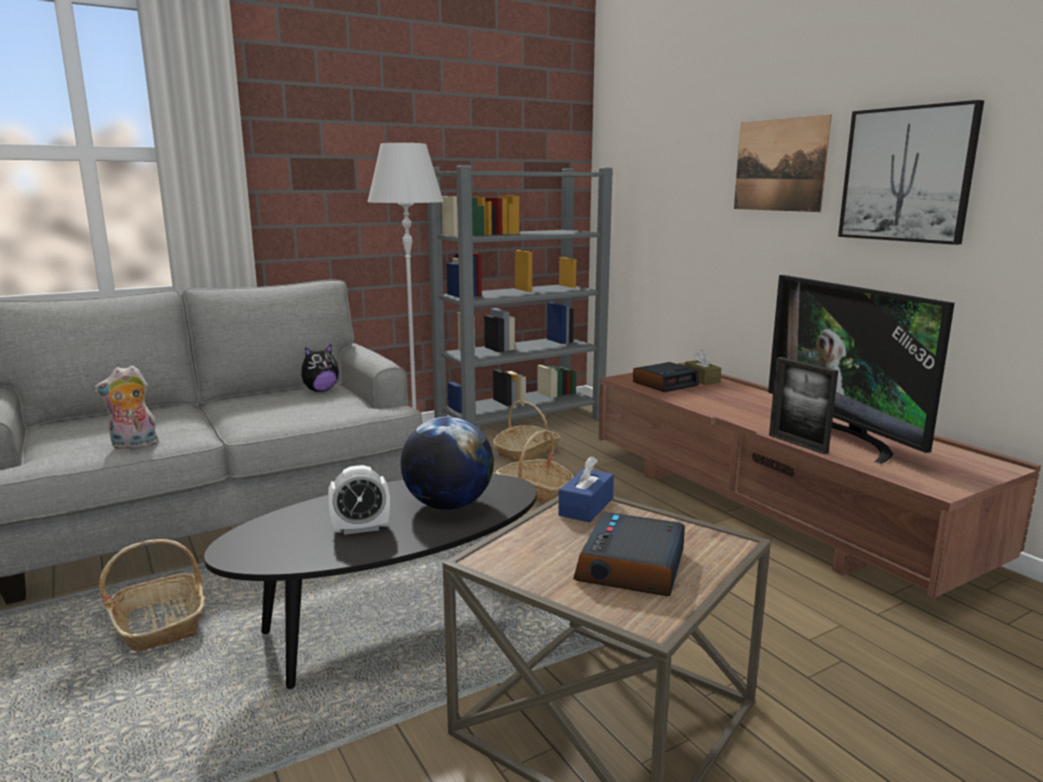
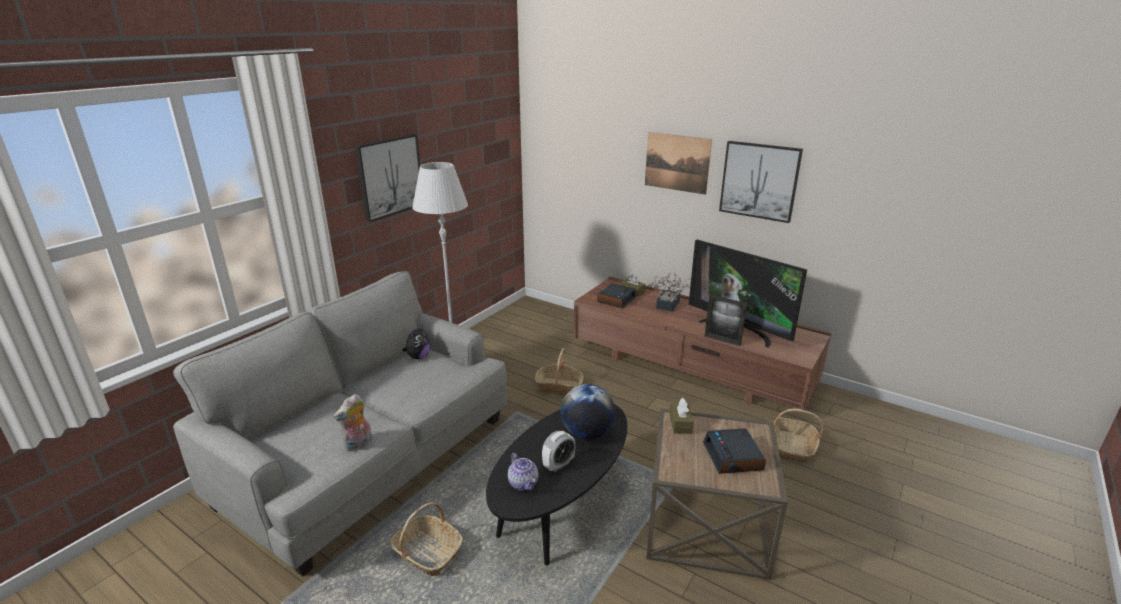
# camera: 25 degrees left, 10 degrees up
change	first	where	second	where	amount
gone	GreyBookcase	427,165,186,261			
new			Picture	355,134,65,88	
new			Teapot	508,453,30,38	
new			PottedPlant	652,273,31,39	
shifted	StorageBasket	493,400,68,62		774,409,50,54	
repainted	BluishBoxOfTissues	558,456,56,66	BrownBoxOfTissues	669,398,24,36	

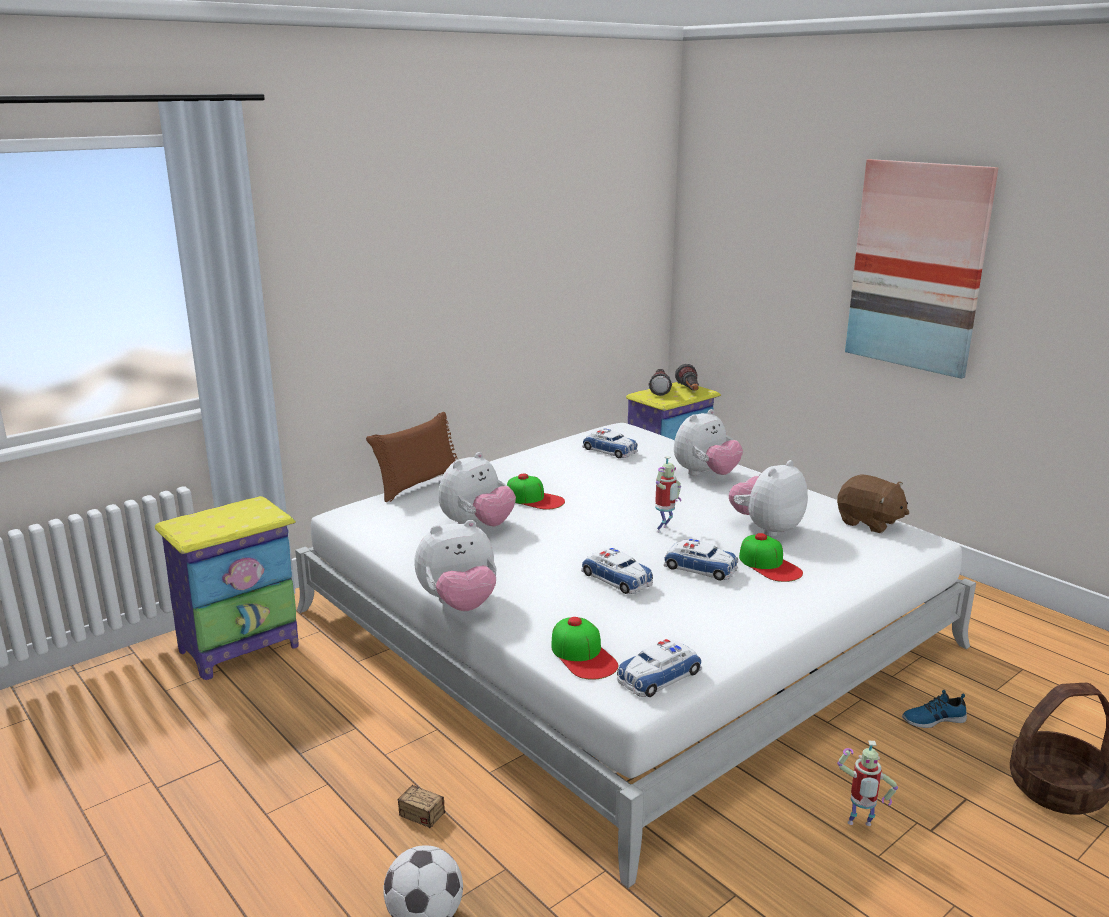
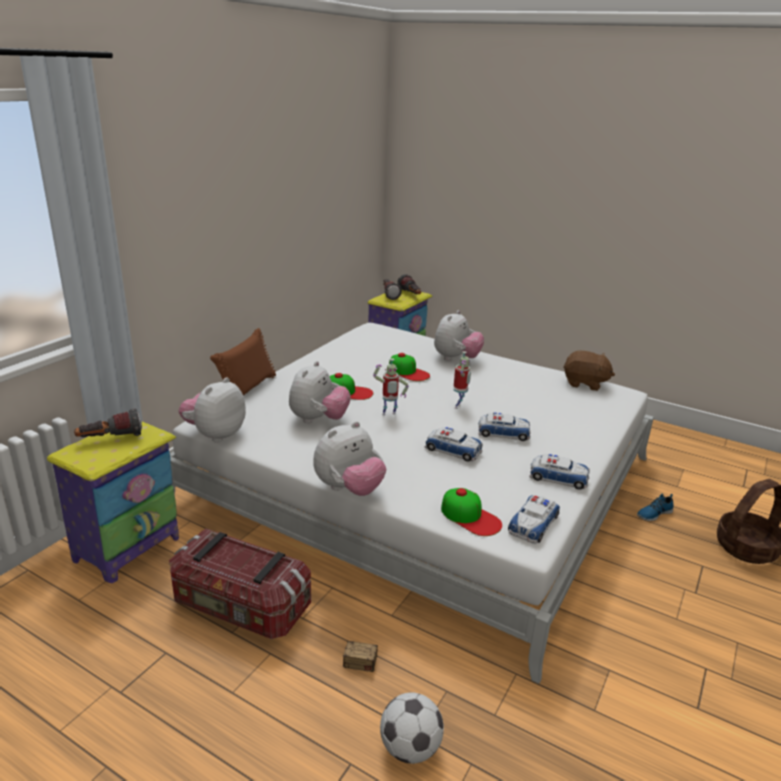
# camera: 20 degrees left, 5 degrees up
change	first	where	second	where	amount
gone	Picture	845,159,154,220			
new			HandTorch	74,409,68,28	
new			StorageBin	169,529,142,110	
shifted	ToyCar	582,428,56,30		530,454,60,36	
shifted	PlushToy	729,460,79,77		178,377,68,66	
shifted	BaseballCap	739,533,64,49		389,353,41,28	
shifted	ModelRobot	837,741,61,85		373,358,36,57	

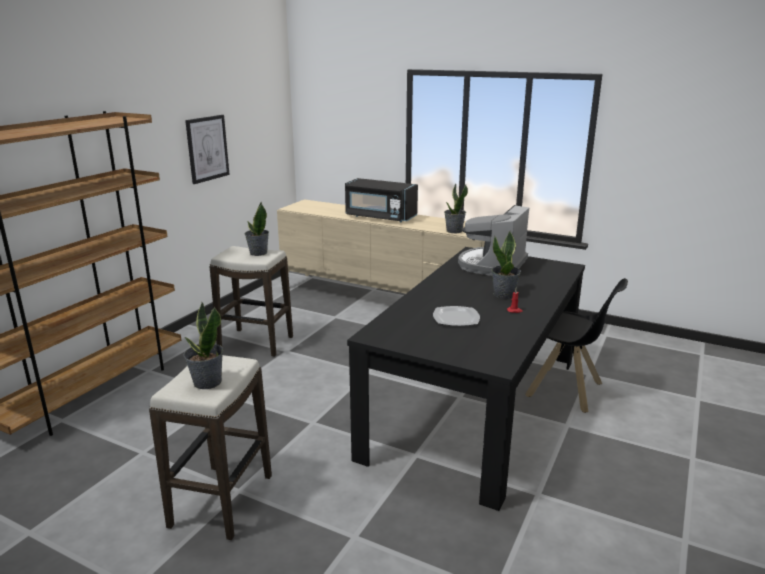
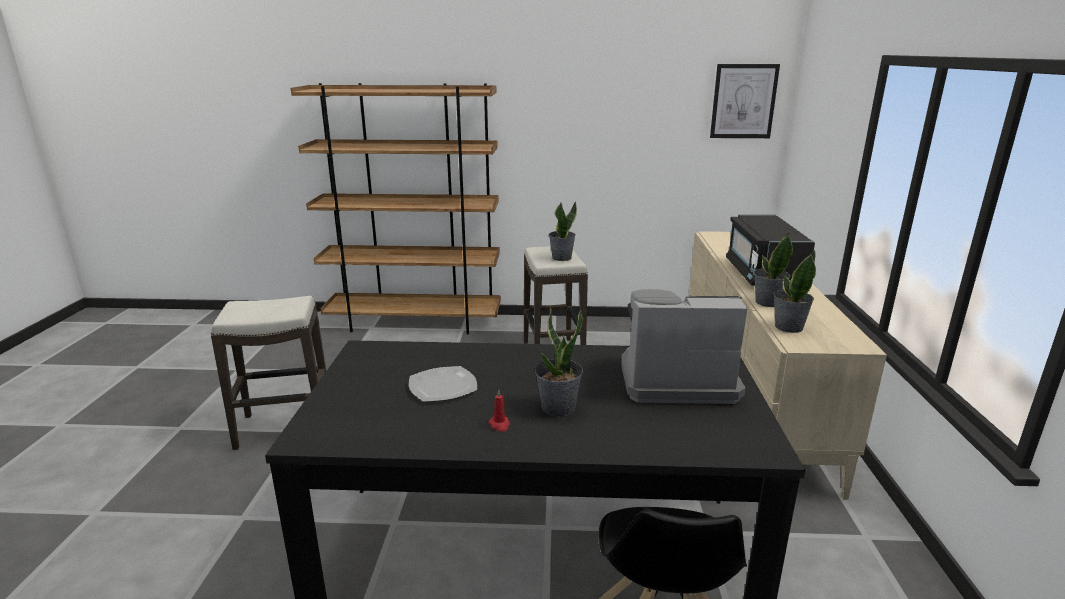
# camera: 65 degrees right, 0 degrees up
change	first	where	second	where	amount
shifted	PottedPlant	184,302,39,87		754,230,39,77	
shifted	Picture	185,115,45,69		710,64,70,74	

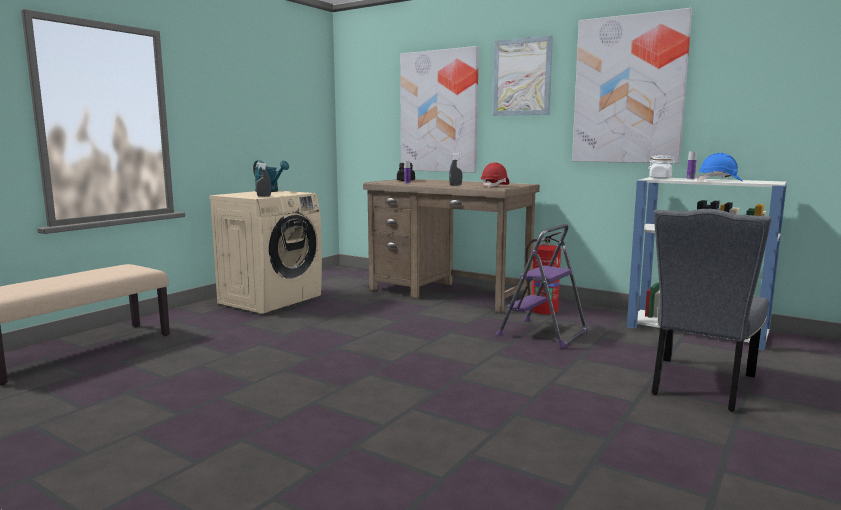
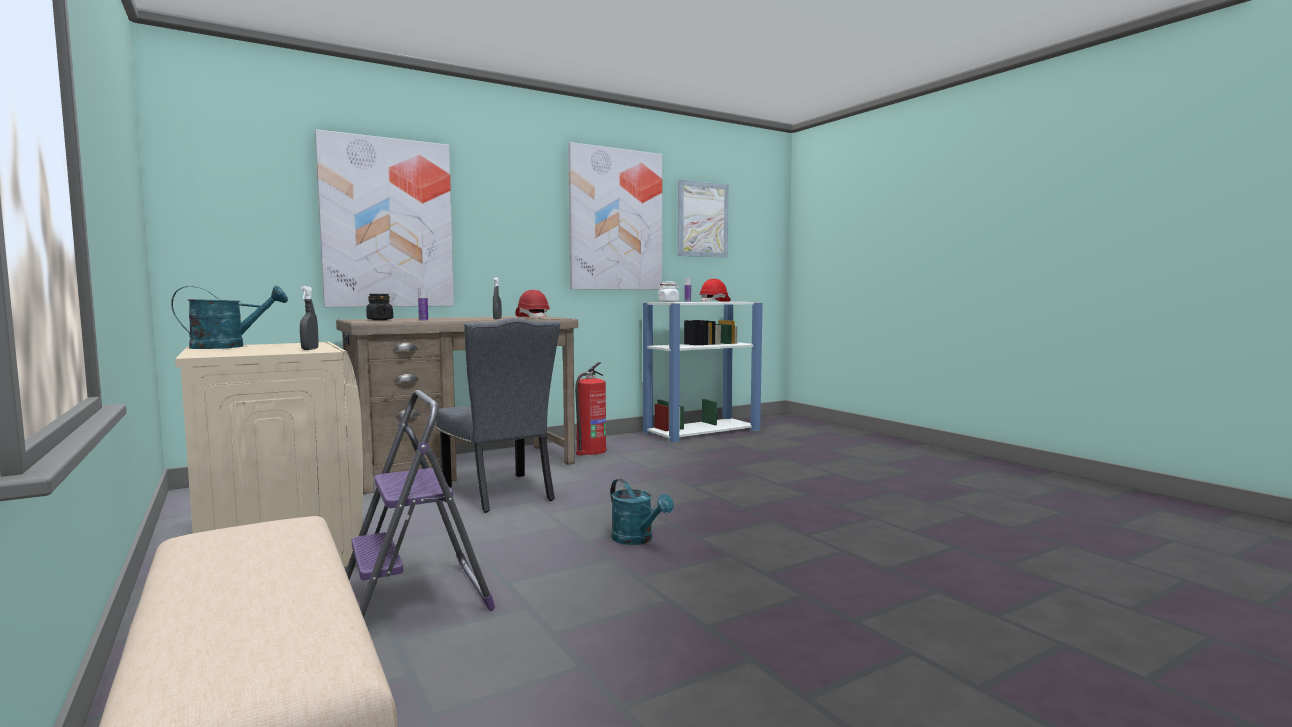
# camera: 65 degrees left, 5 degrees down
change	first	where	second	where	amount
new			BlueGreenSprinklingCan	611,479,63,66	
shifted	Picture	493,35,60,81		678,179,51,79	
shifted	PurpleStepLadder	495,224,93,125		346,390,149,228	
shifted	GreyPlainChair	651,209,120,203		436,318,125,195	
repainted	BluishWorkHelmet	698,153,44,28	RedColouredWorkHelmet	699,279,32,23	

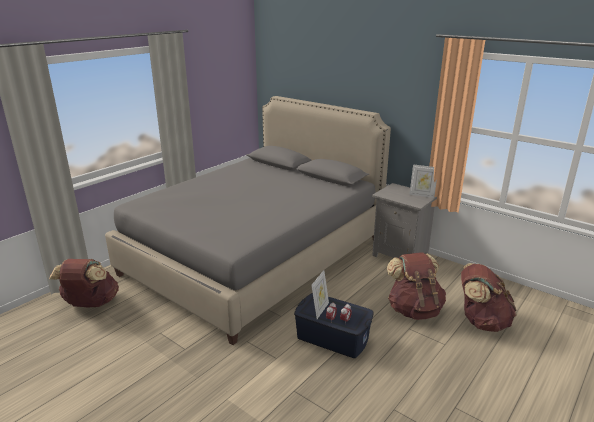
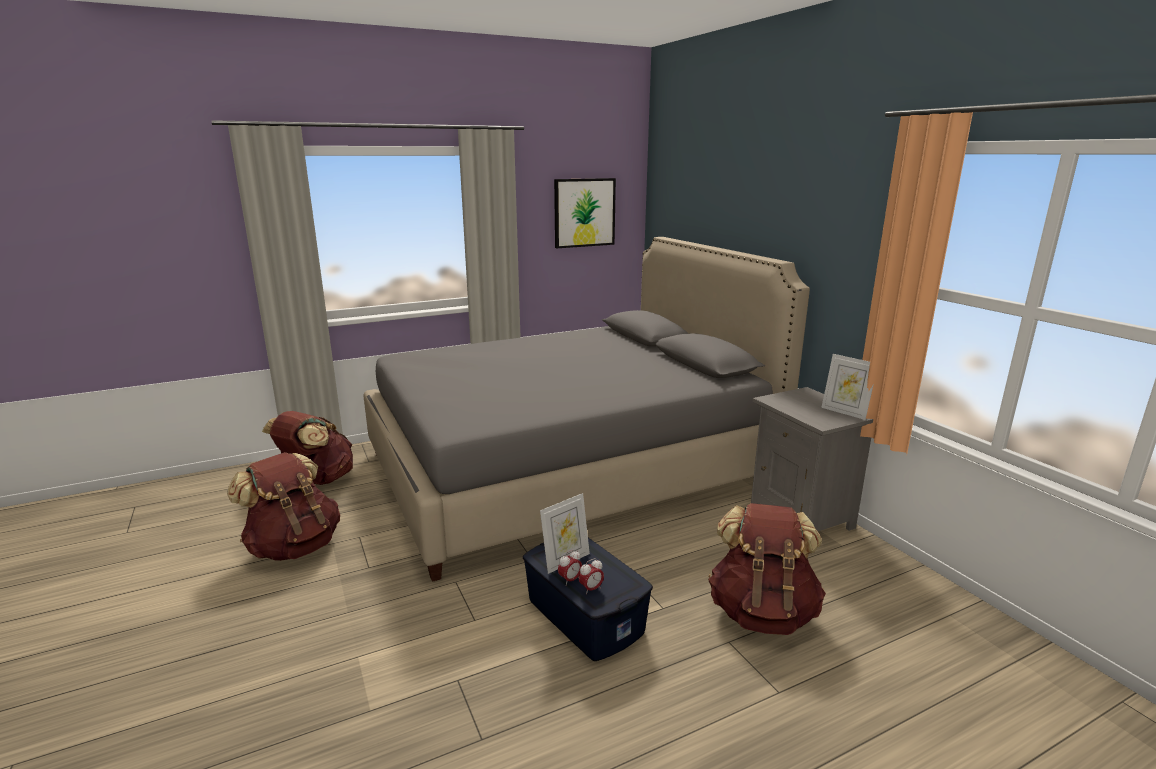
# camera: 25 degrees right, 5 degrees down
change	first	where	second	where	amount
new			Picture	554,178,62,70	
shifted	BrownRucksack	461,263,56,69		227,452,113,109	

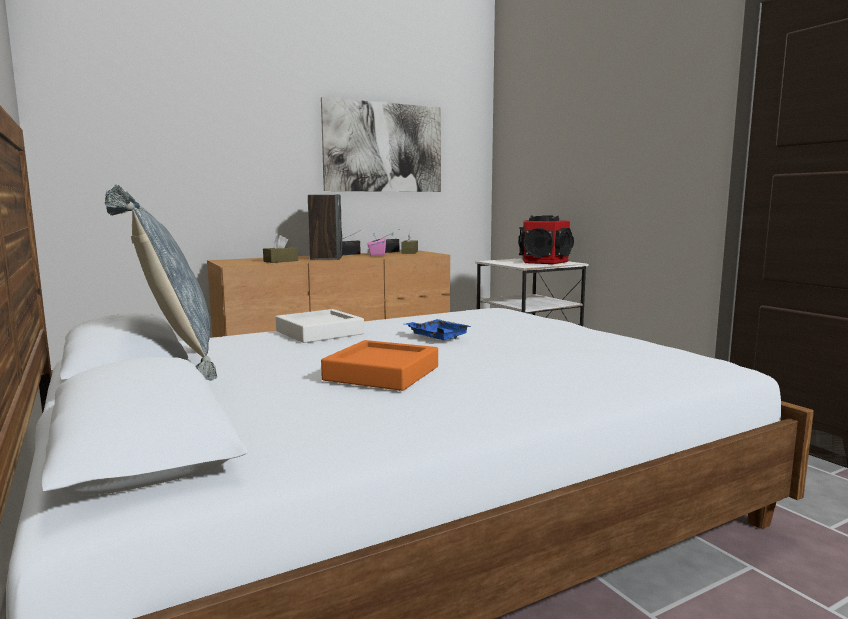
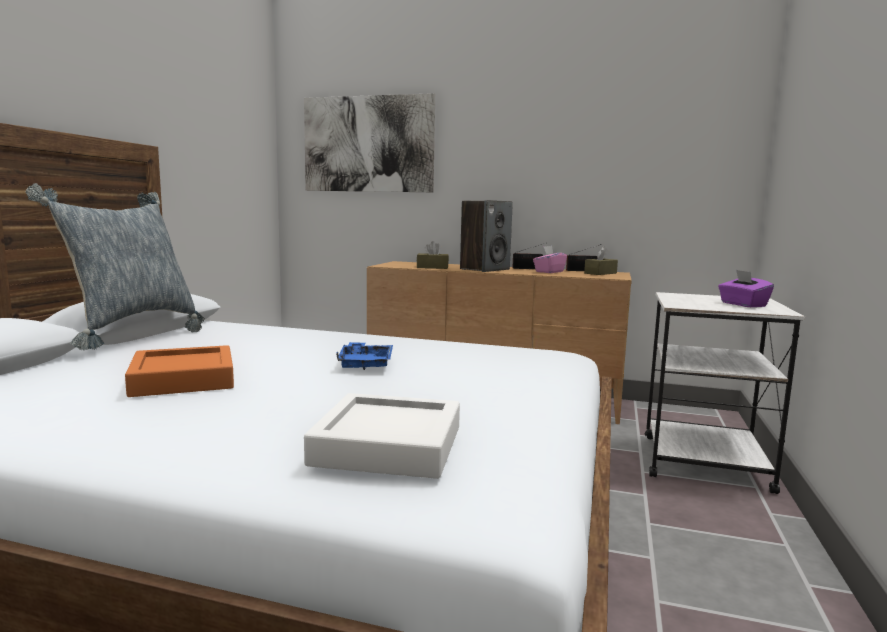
# camera: 45 degrees right, 0 degrees up
change	first	where	second	where	amount
shifted	WhiteColouredServingTray	276,309,88,34		304,393,156,86	
shifted	Picture	321,97,120,95		304,93,131,99	
swapped	Speaker	519,215,55,49	PurpleBoxOfTissues	718,270,56,37	

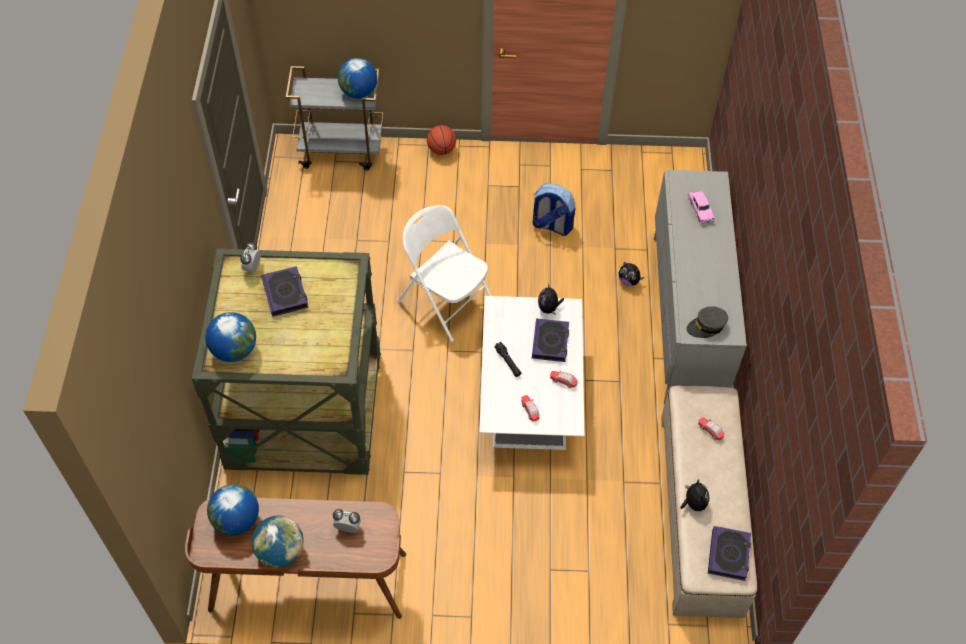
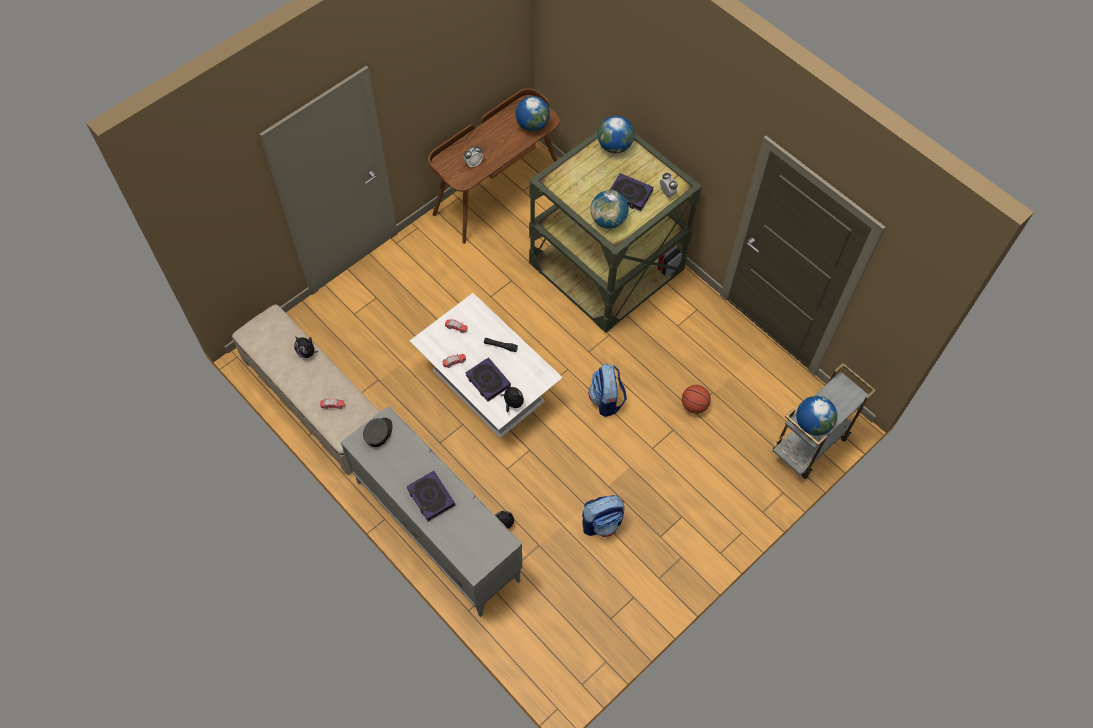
# camera: 135 degrees right, 5 degrees up
change	first	where	second	where	amount
gone	PinkToyCar	688,190,27,34			
shifted	WorldGlobe	252,515,51,53		590,190,39,39	
shifted	BasketballBall	427,125,29,30		682,385,29,28	
shifted	BoundBook	708,526,43,55		406,471,49,50	
swapped	WhiteColouredPlainChair	397,205,95,137	Rucksack	588,364,39,53	

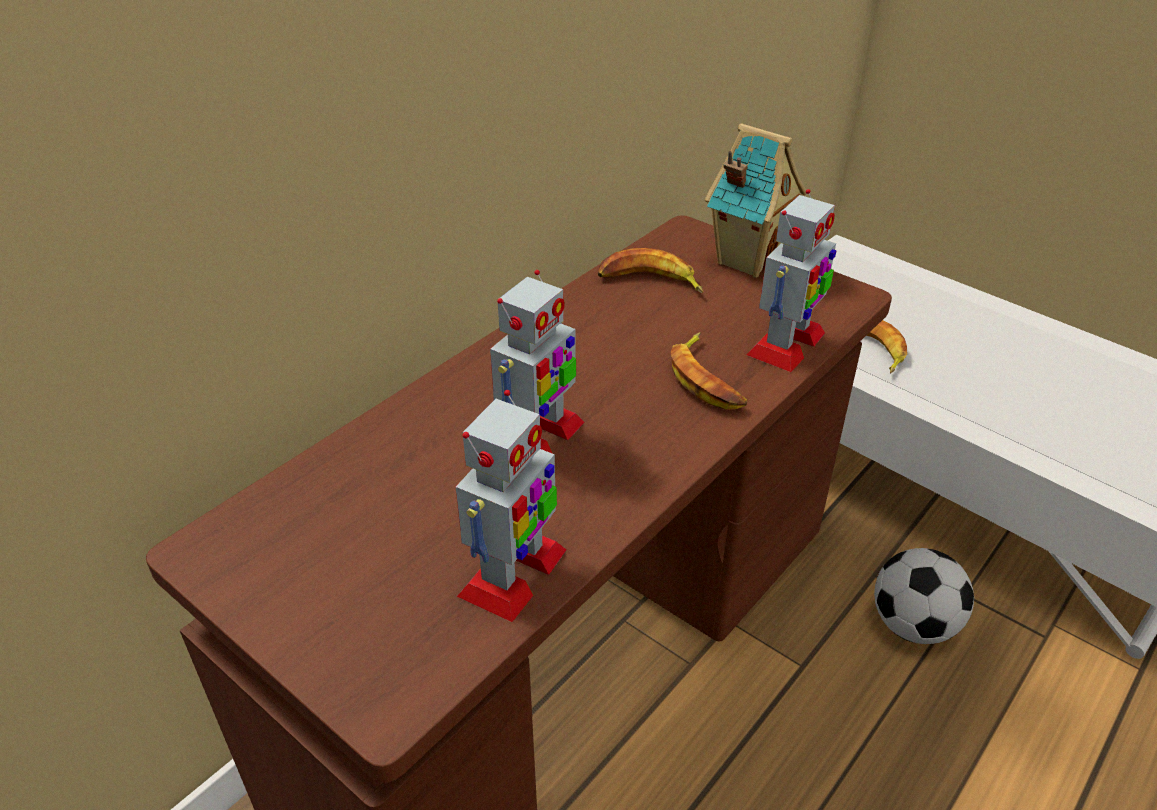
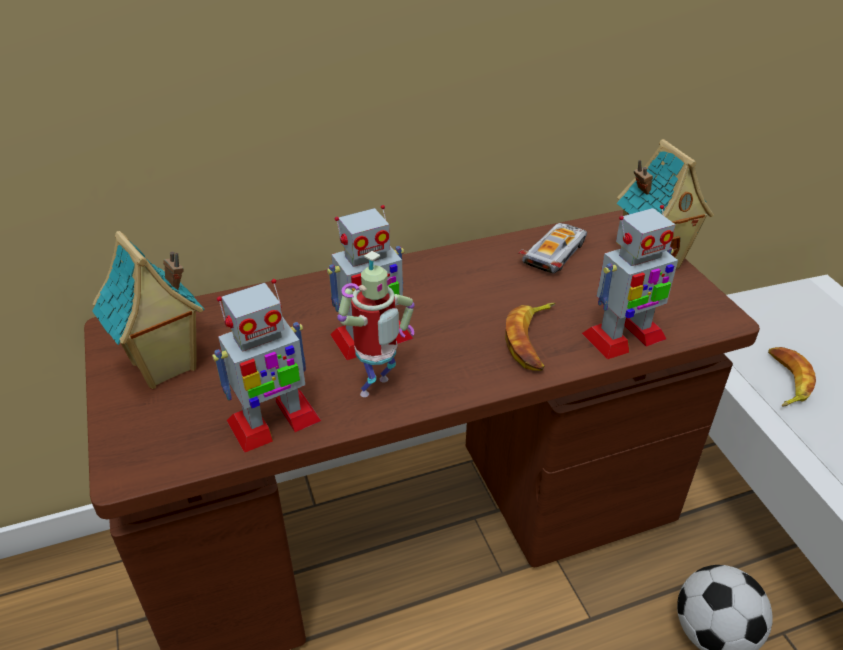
# camera: 30 degrees right, 0 degrees up
change	first	where	second	where	amount
new			ToyHouse	92,231,112,158	
new			ModelRobot	337,251,78,146	
swapped	WholeBanana	598,248,105,45	ToyCar	518,223,69,51	

